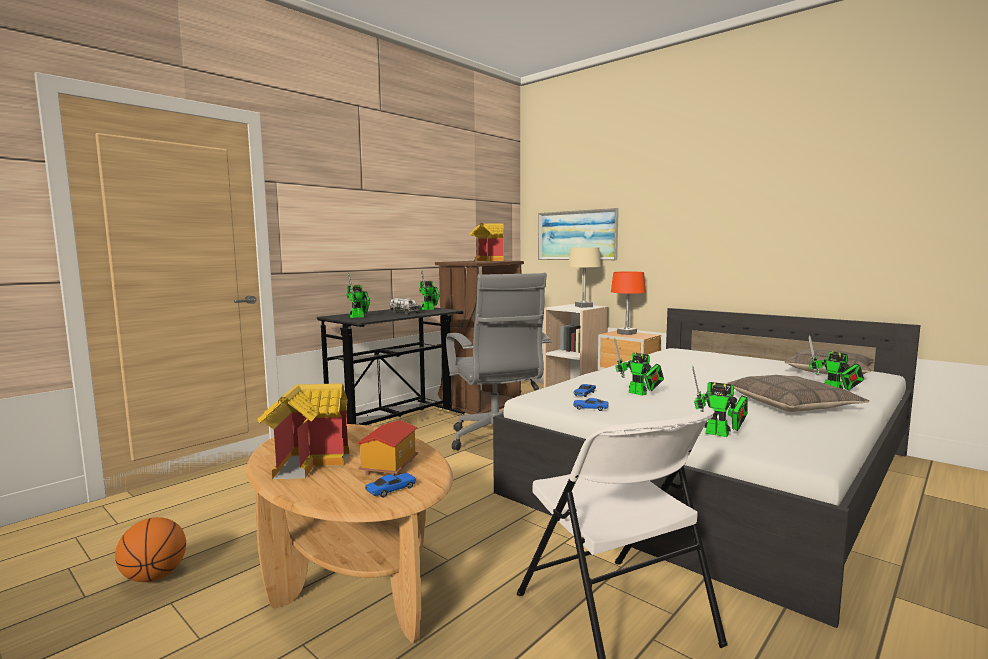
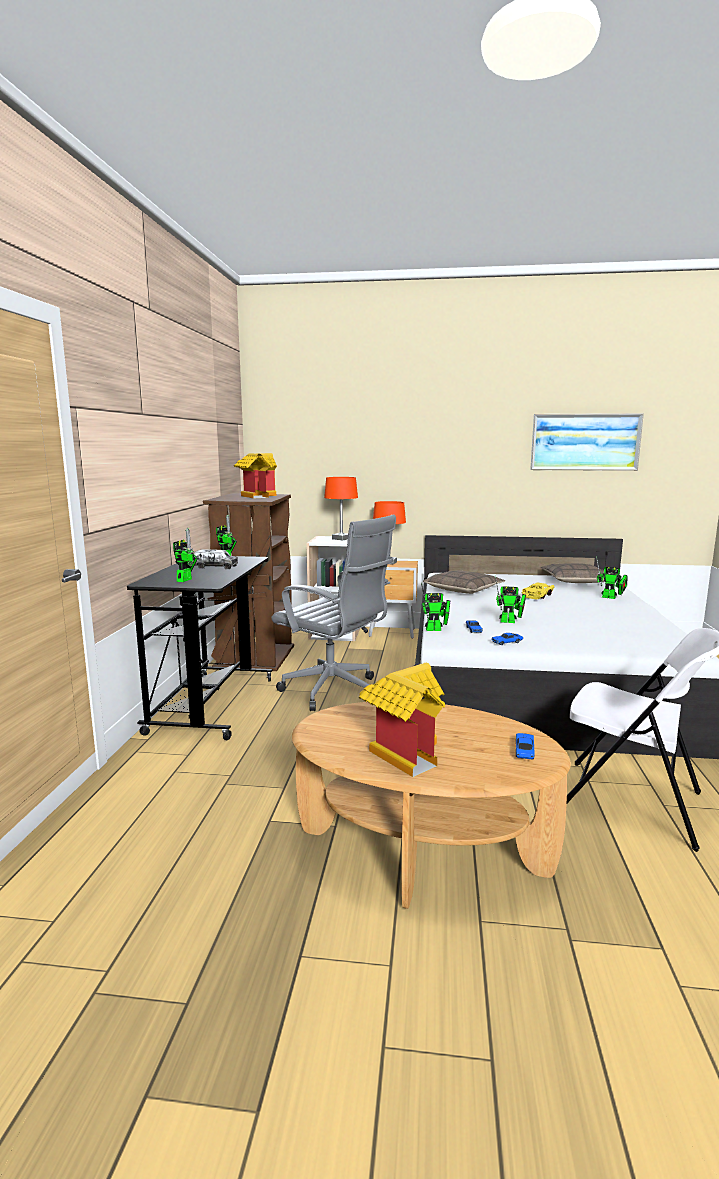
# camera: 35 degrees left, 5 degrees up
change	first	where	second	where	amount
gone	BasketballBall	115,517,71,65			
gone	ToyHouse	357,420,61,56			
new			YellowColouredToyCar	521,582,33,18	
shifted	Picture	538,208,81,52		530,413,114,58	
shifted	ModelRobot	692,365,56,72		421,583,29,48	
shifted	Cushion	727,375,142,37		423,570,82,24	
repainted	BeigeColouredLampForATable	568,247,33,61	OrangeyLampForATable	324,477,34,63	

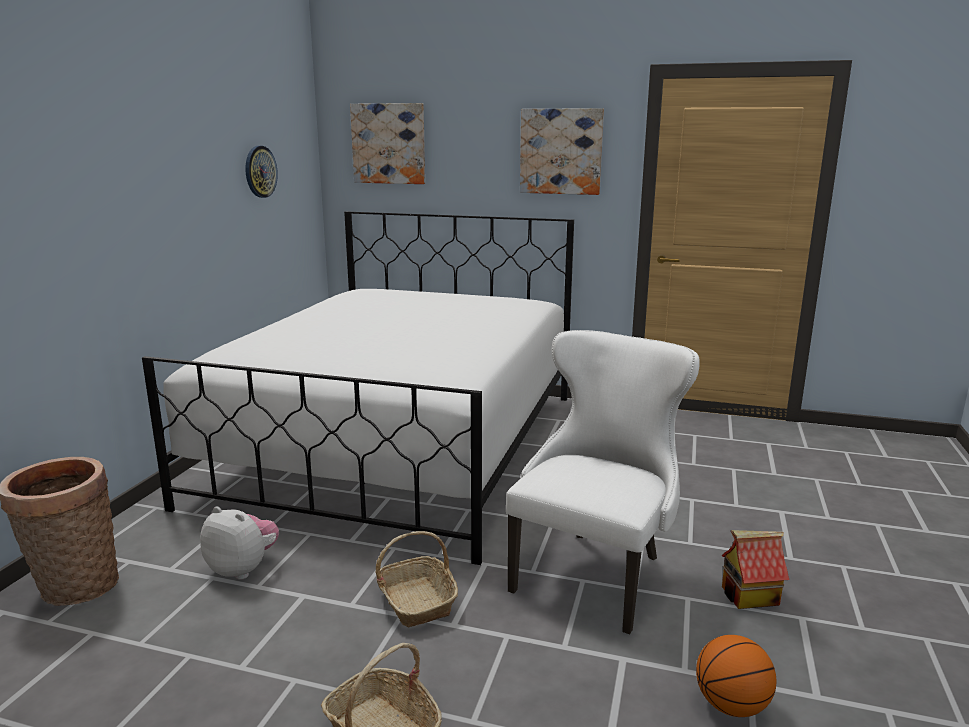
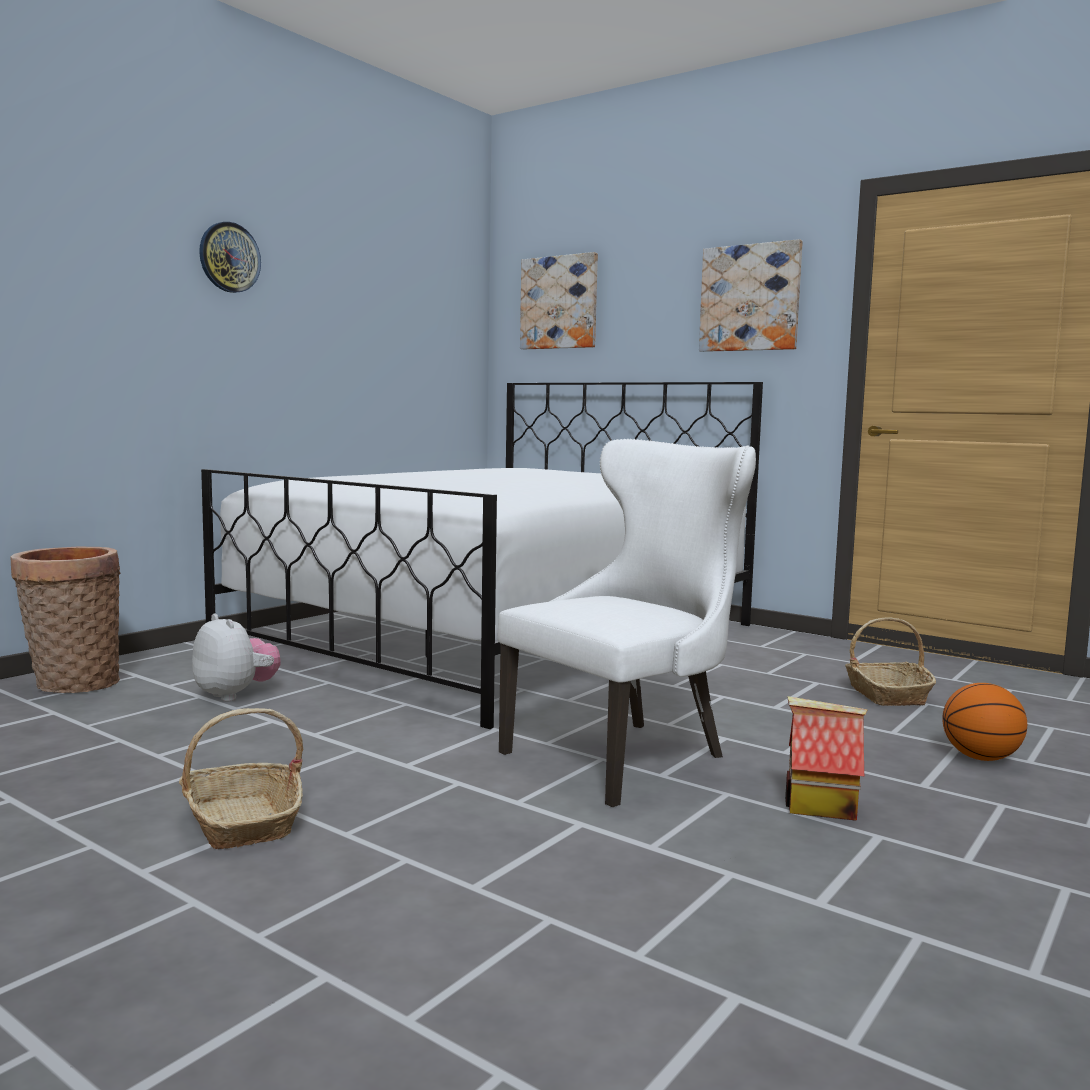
# camera: 20 degrees right, 10 degrees down
change	first	where	second	where	amount
shifted	HangingClock	245,146,33,52		199,222,62,71	
shifted	StorageBasket	376,531,82,96		845,618,91,88	
shifted	BasketballBall	696,635,80,82		942,683,85,78	

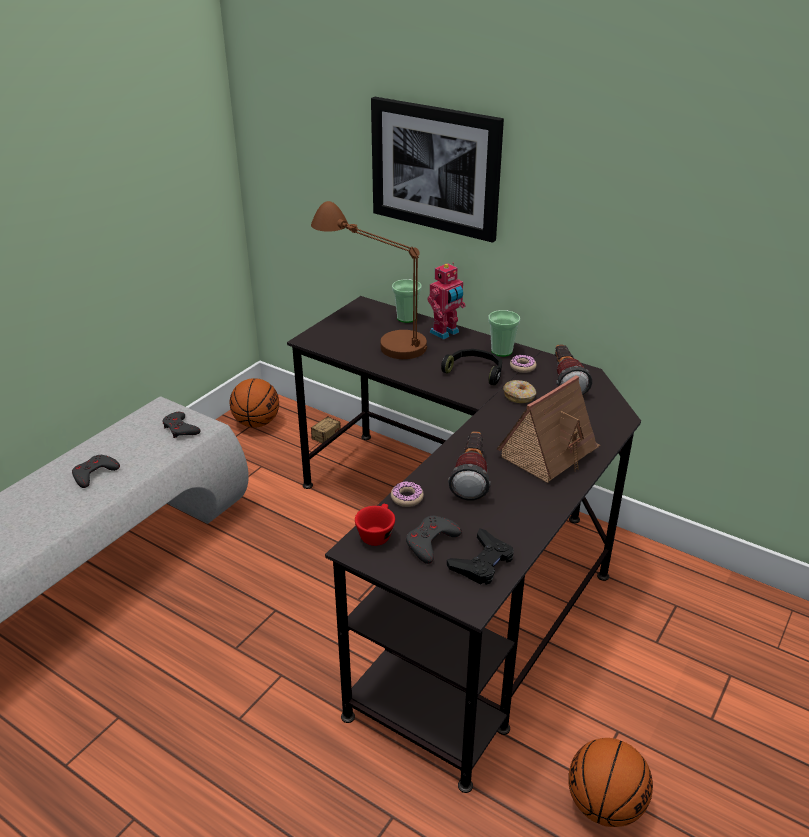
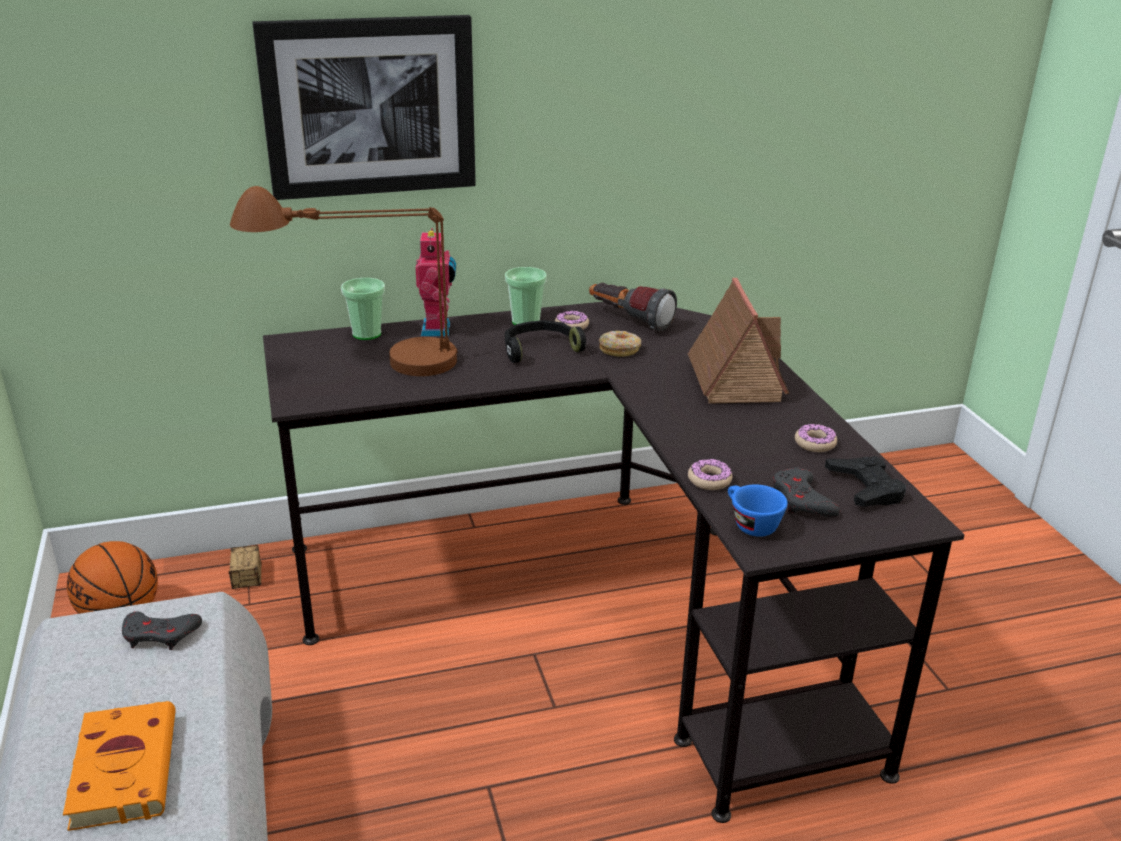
# camera: 50 degrees left, 5 degrees down
change	first	where	second	where	amount
gone	HandTorch	448,431,43,70			
gone	BasketballBall	568,738,85,89			
new			RingDoughnut	795,424,42,28	
swapped	GreyGameController	72,455,48,33	OrangeyBoundBook	63,701,113,130	
repainted	RedColouredDrinkingCup	355,504,40,42	BluishDrinkingCup	728,484,60,53	

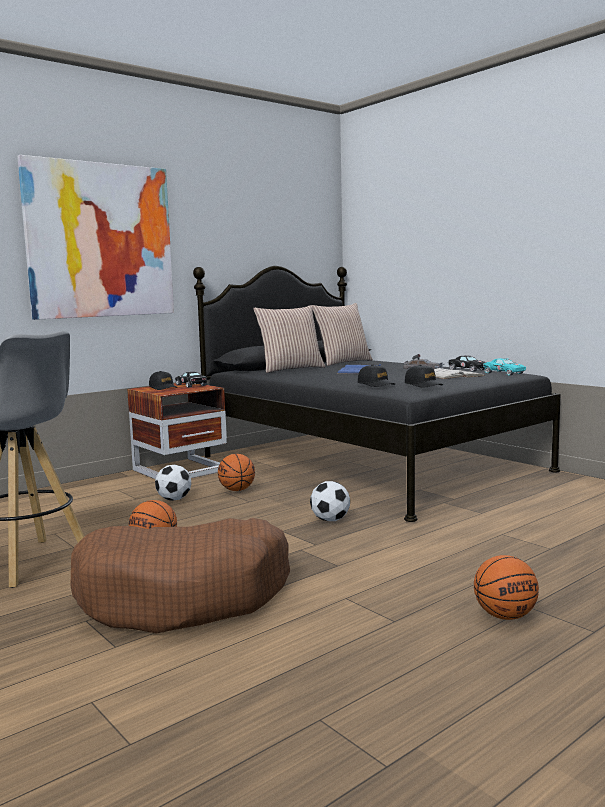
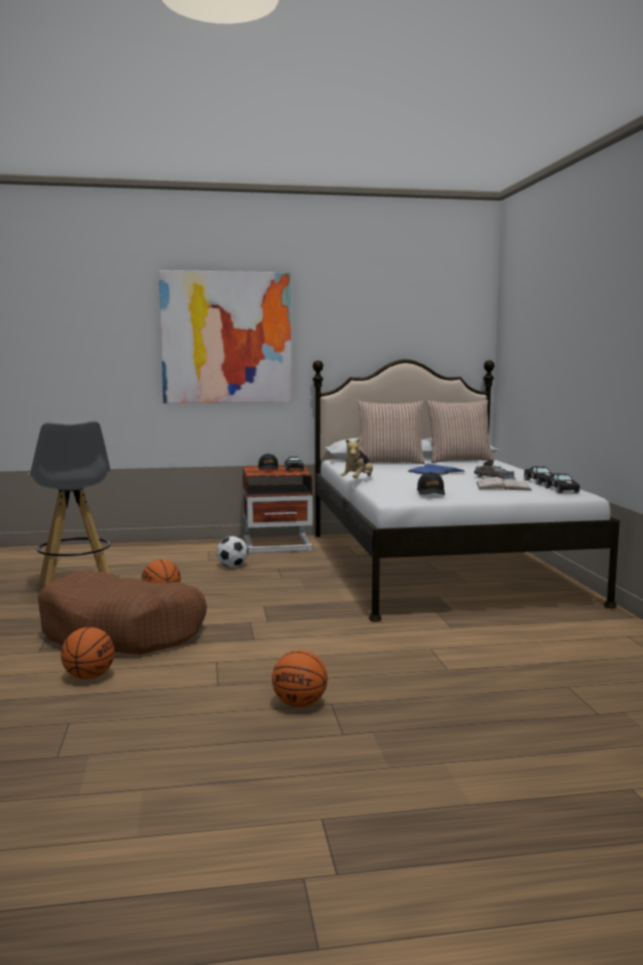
# camera: 30 degrees right, 0 degrees up
change	first	where	second	where	amount
gone	BallForFootball	310,481,40,40			
gone	BlackColouredBaseballCap	358,364,37,23			
new			PlushToy	341,438,32,40	
shifted	BasketballBall	218,454,37,37		61,627,53,53	
repainted	BlackColouredBed	193,266,368,256	WhiteColouredBed	313,359,307,262	
repainted	BlueGreenToyCar	483,358,43,17	BlackColouredToyCar	544,473,36,20	

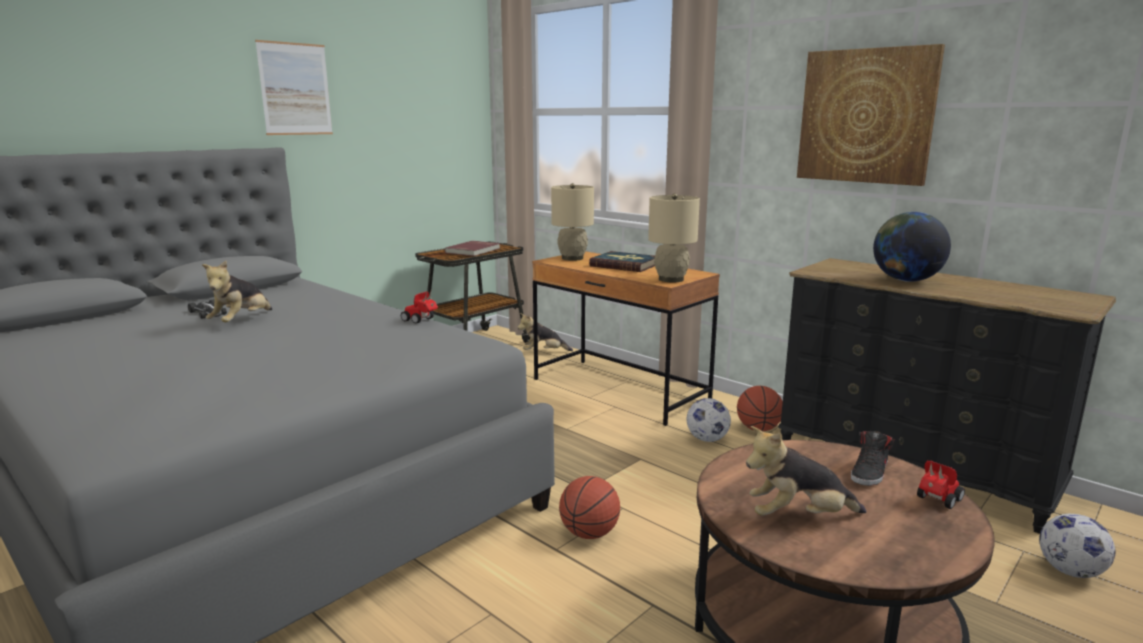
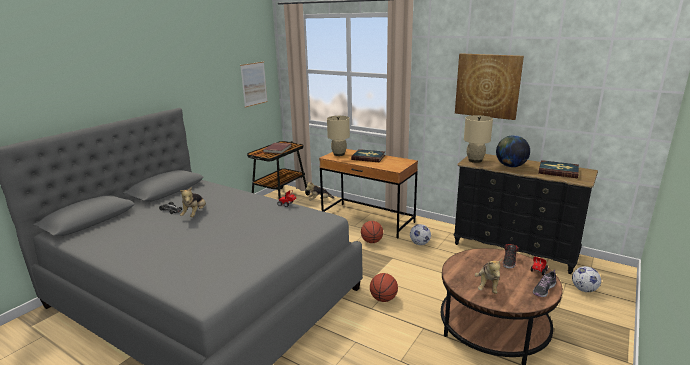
# camera: 10 degrees left, 5 degrees up
change	first	where	second	where	amount
new			Shoe	533,270,23,27	
new			BoundBook	538,160,41,18	
shifted	Picture	255,40,78,95		240,62,28,45	
shifted	BeigeColouredLampForATable	648,193,52,89		464,115,29,48	
shifted	BasketballBall	737,386,46,45		361,221,22,22	
rotated	PlushToy	746,426,120,90		475,259,27,35	60 degrees counterclockwise

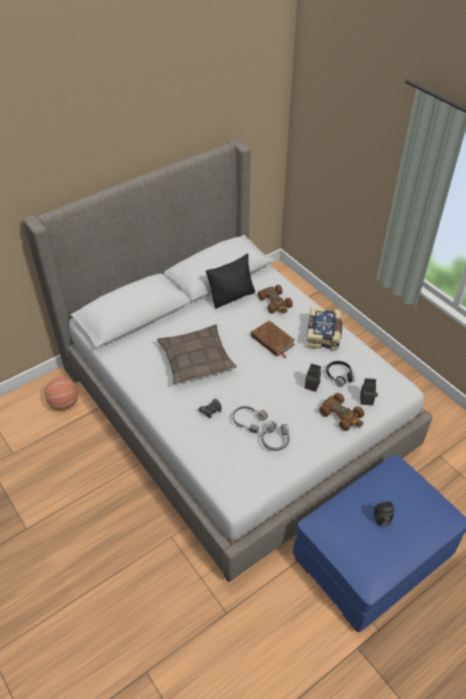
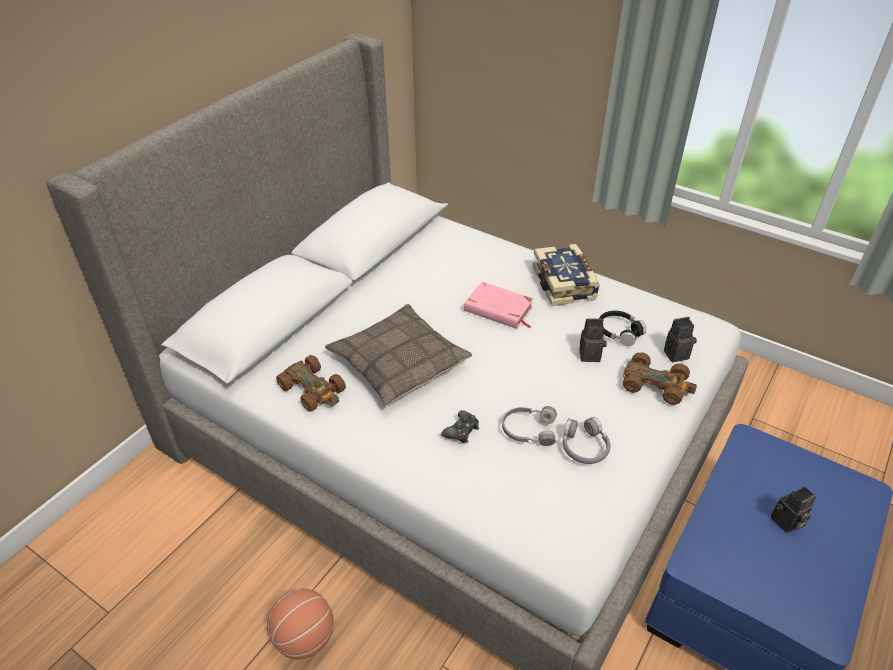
# camera: 20 degrees left, 5 degrees down
change	first	where	second	where	amount
gone	BlackColouredCushion	206,253,49,56			
shifted	BasketballBall	45,377,33,33		267,588,67,71	
shifted	BrownToyCar	258,285,35,29		276,355,70,57	
repainted	BrownBoundBook	251,320,44,38	PinkBoundBook	464,282,70,47	

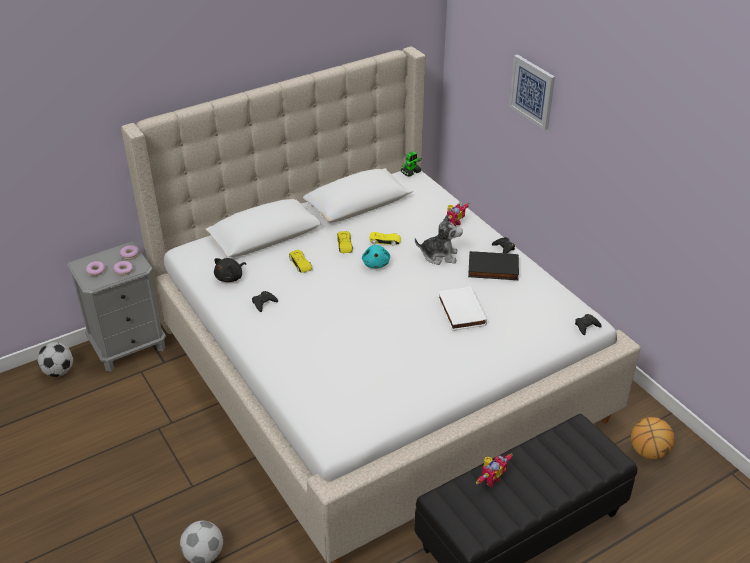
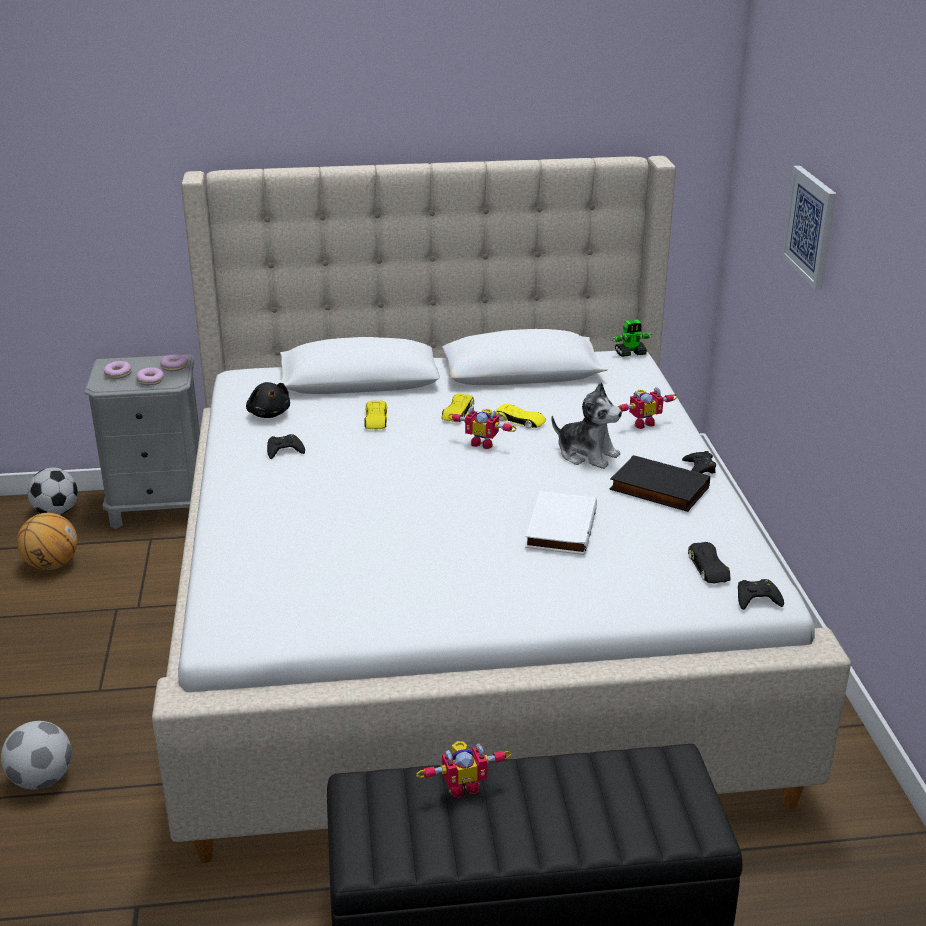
# camera: 25 degrees right, 10 degrees down
change	first	where	second	where	amount
new			BlackColouredToyCar	688,542,43,41	
shifted	BasketballBall	631,417,44,42		17,513,61,57	
swapped	BlueGreenPlushToy	362,245,28,23	ModelRobot	448,406,68,43	
rotated	BlackColouredPlushToy	214,258,32,24		246,382,44,36	90 degrees counterclockwise

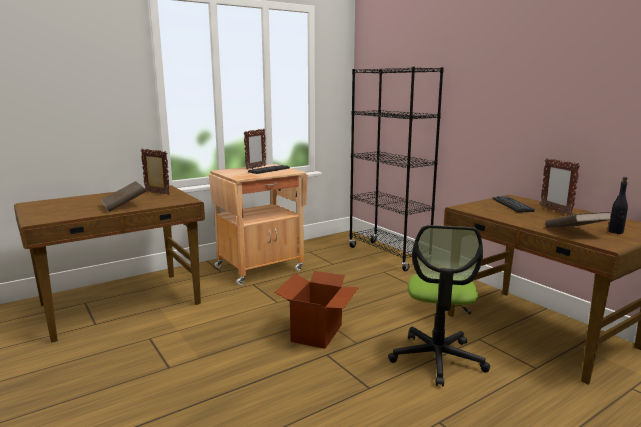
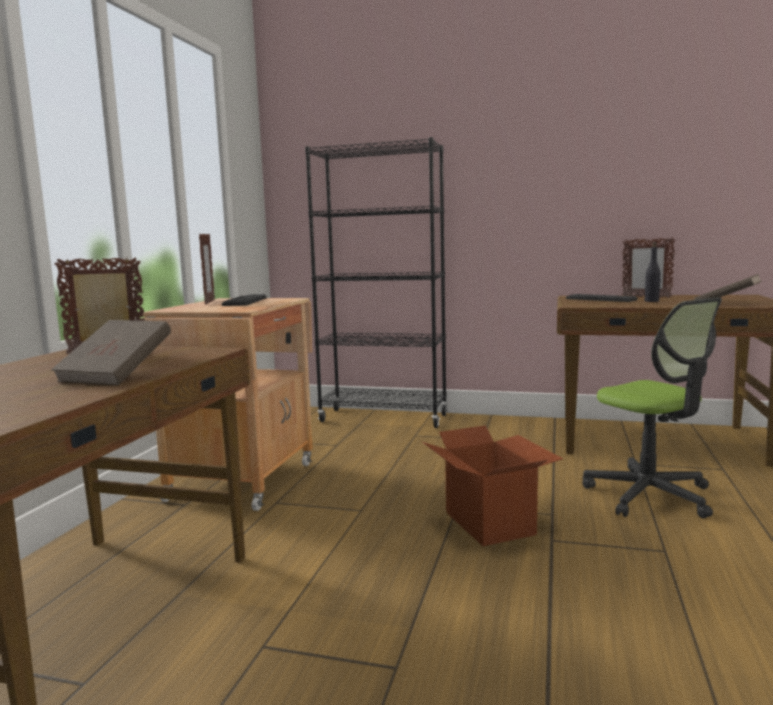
# camera: 40 degrees left, 5 degrees down
change	first	where	second	where	amount
shifted	BlackColouredDrinkBottle	608,177,20,57		645,242,16,60	

